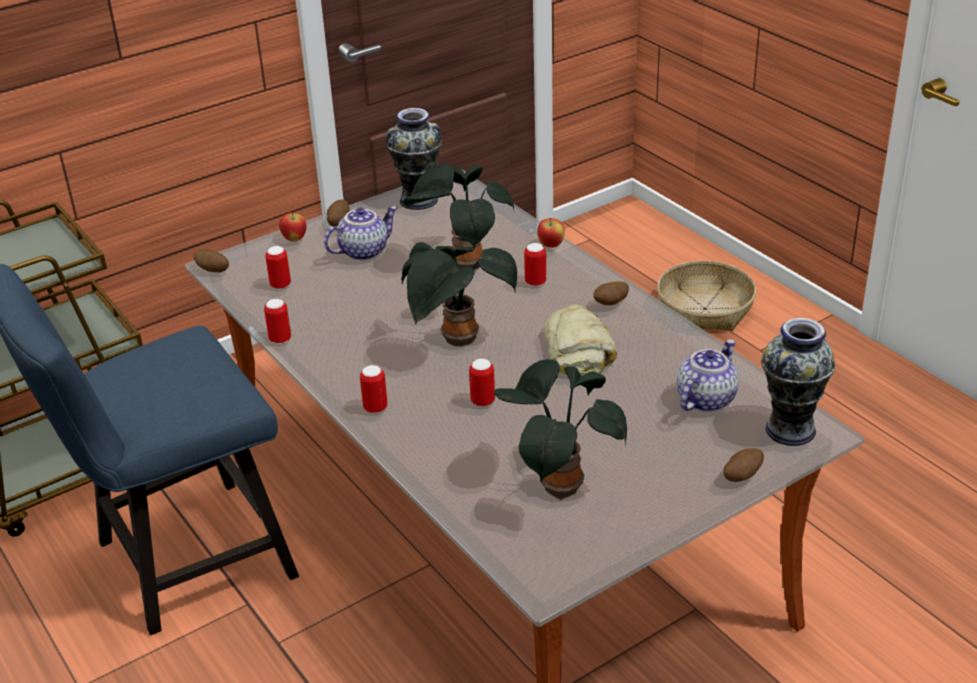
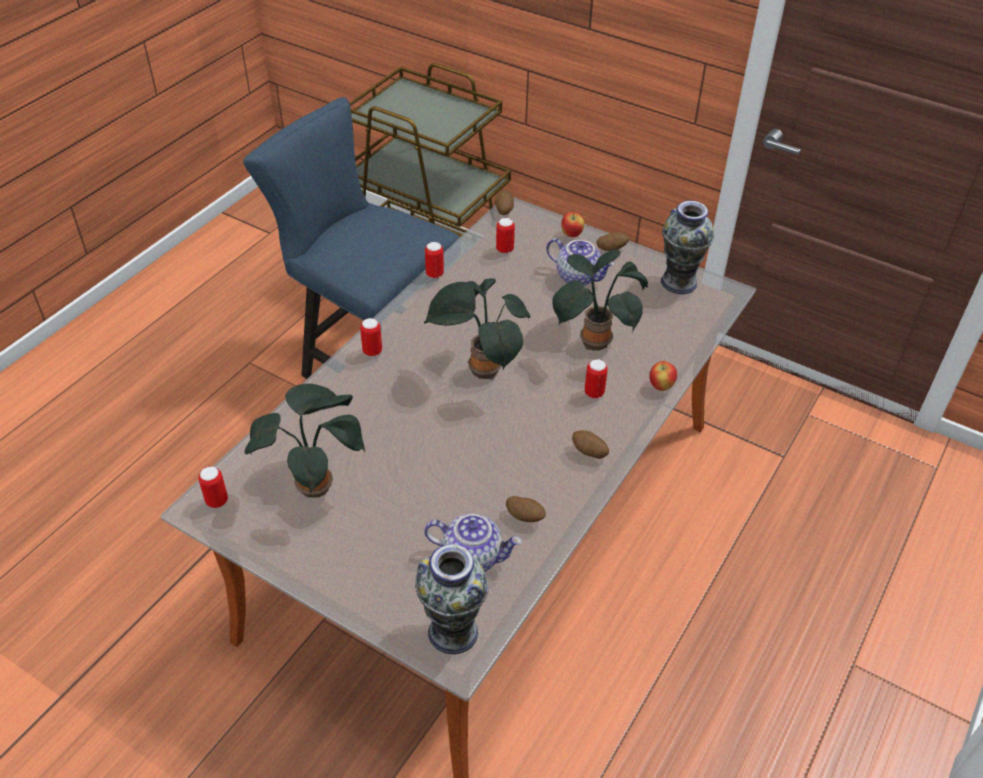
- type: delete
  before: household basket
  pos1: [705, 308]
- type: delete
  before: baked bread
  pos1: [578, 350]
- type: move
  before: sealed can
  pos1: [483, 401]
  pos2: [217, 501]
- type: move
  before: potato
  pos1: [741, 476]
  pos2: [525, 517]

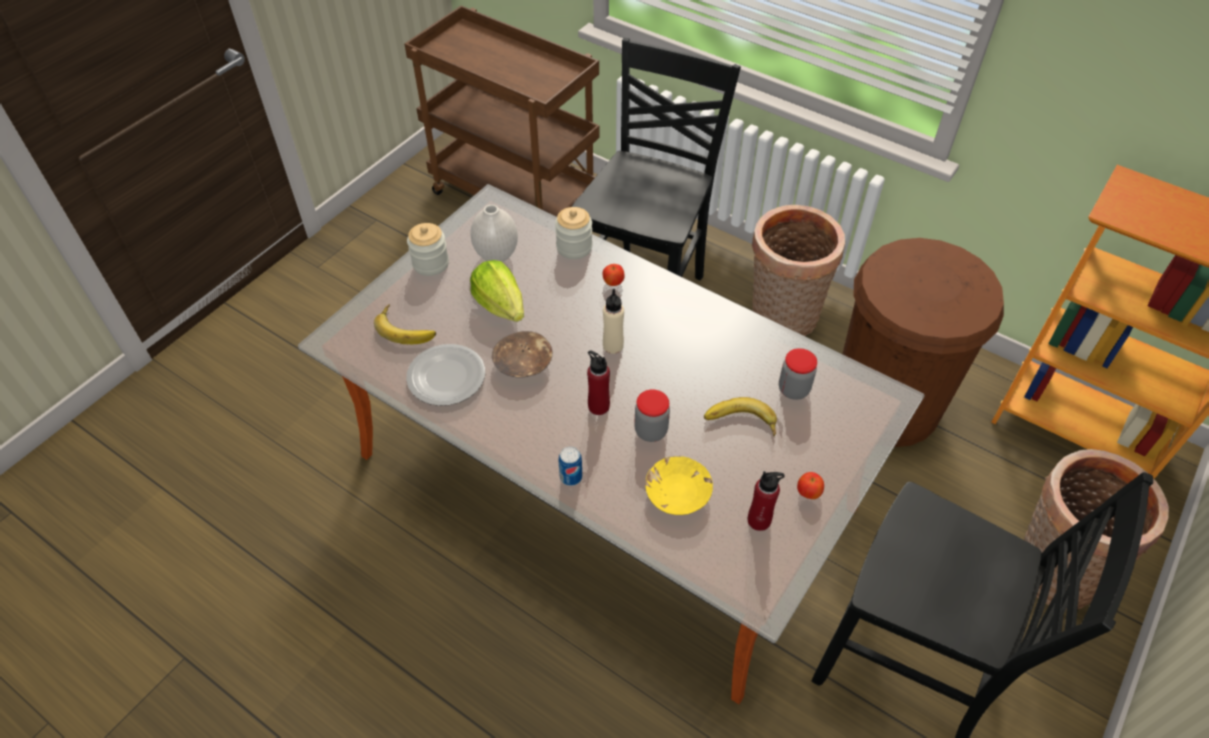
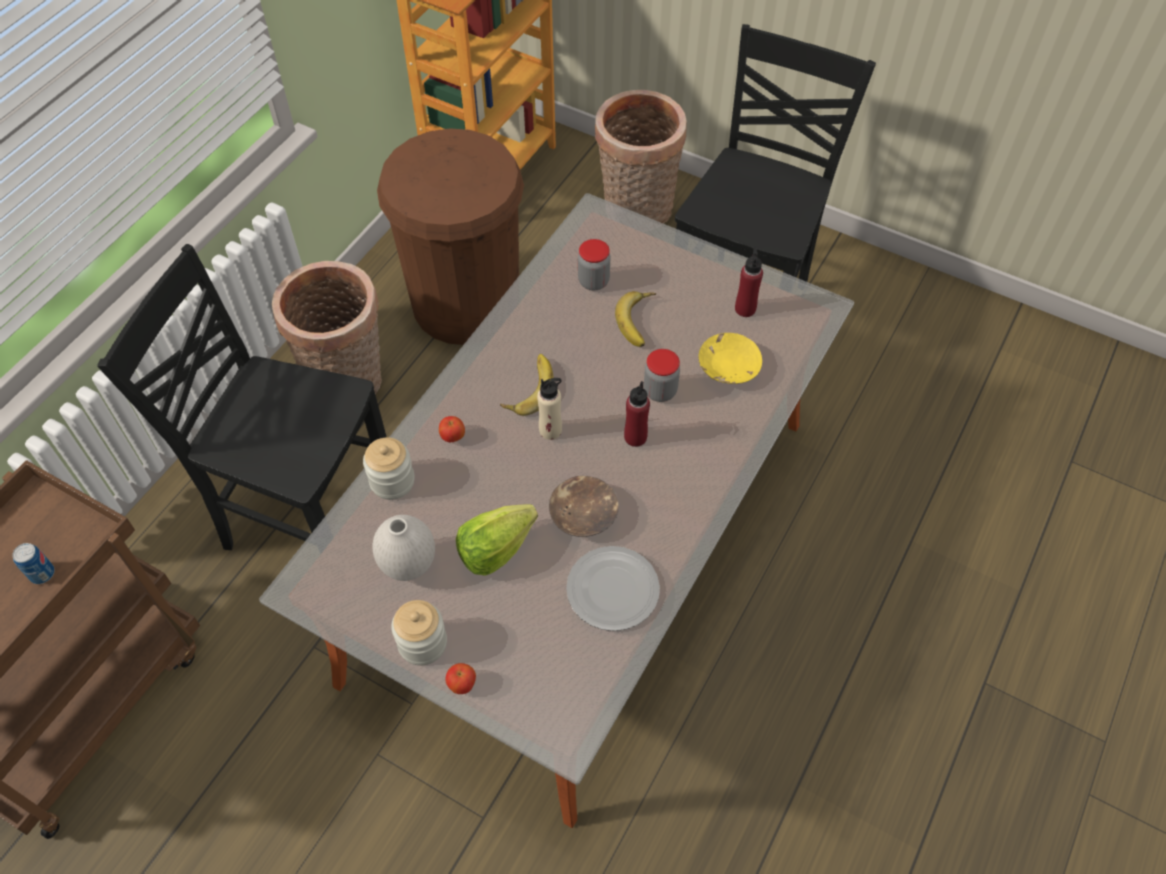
- type: move
  before: whole banana
  pos1: [407, 328]
  pos2: [528, 387]
- type: move
  before: sealed can
  pos1: [571, 477]
  pos2: [42, 573]
- type: move
  before: apple fruit
  pos1: [808, 493]
  pos2: [462, 684]

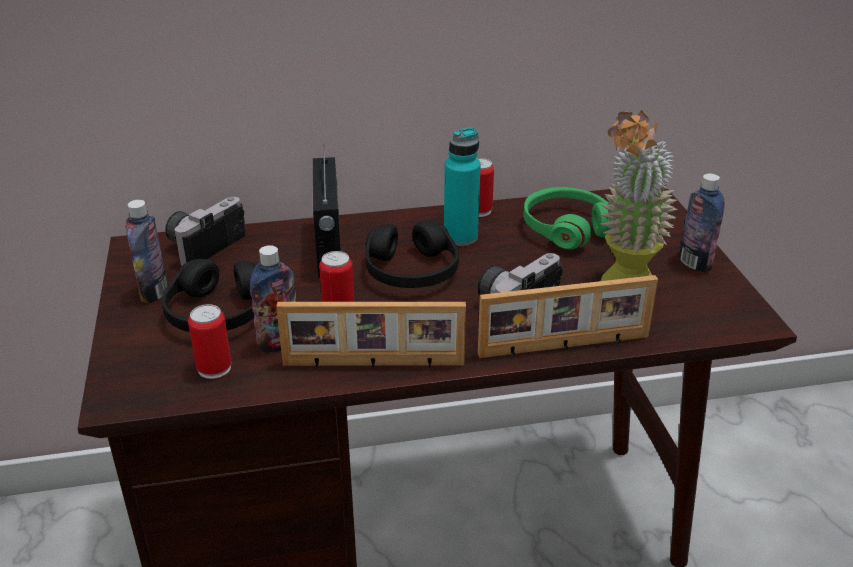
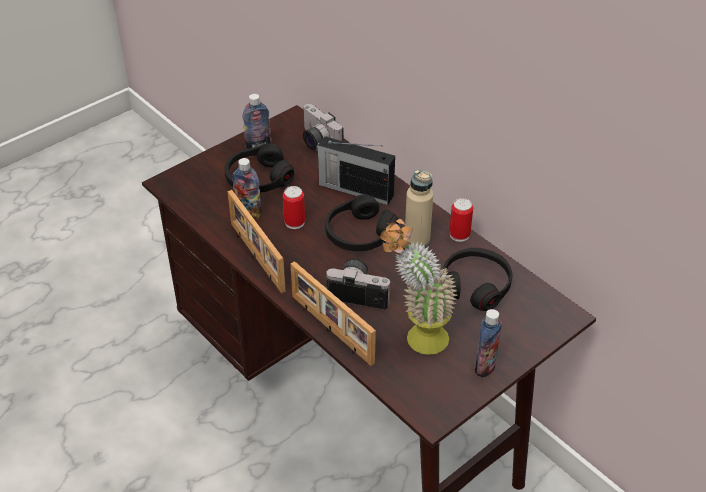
- type: recolor
  before: blue-green beverage bottle
  after: beige beverage bottle
  pos1: [460, 237]
  pos2: [417, 239]
- type: rotate
  before: radio set
  pos1: [328, 248]
  pos2: [354, 189]
  turn: 60
- type: recolor
  before: green headphones
  after: black-coloured headphones
  pos1: [567, 228]
  pos2: [475, 285]
- type: rotate
  before: photo camera
  pos1: [204, 245]
  pos2: [317, 141]
  turn: -135
- type: delete
  before: sealed can
  pos1: [214, 368]

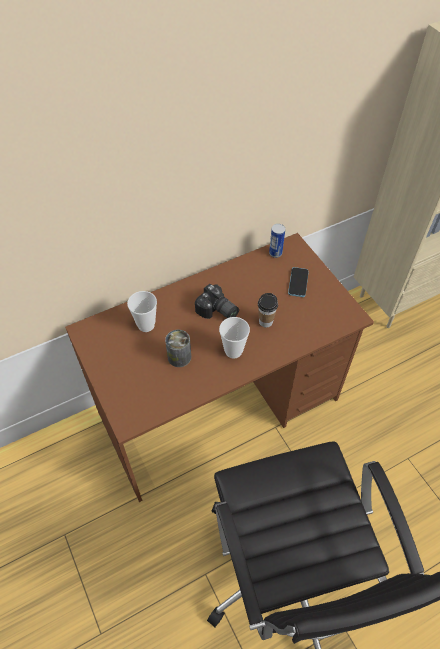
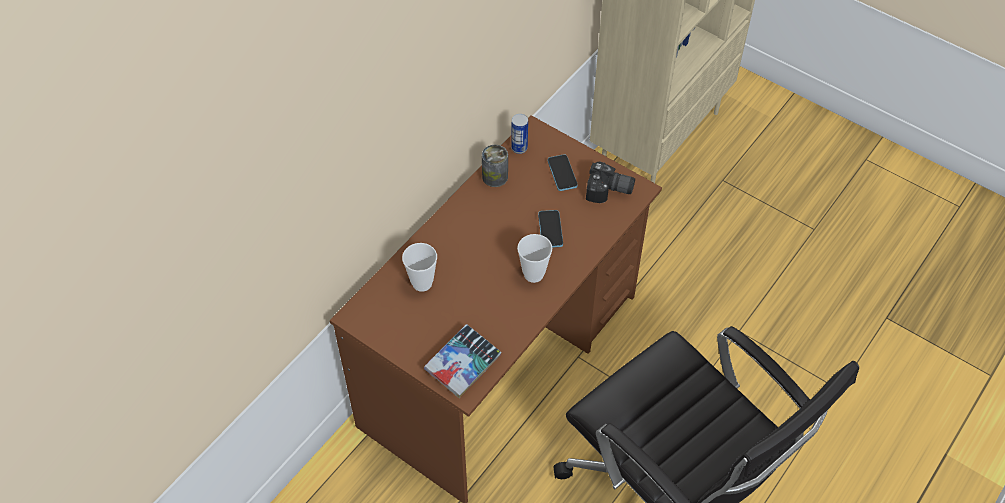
- type: move
  before: photo camera
  pos1: [217, 311]
  pos2: [609, 191]
- type: replace
  before: cup
  after: telephone
  pos1: [265, 321]
  pos2: [550, 230]
- type: move
  before: sealed can
  pos1: [179, 357]
  pos2: [495, 177]
- type: insert
  after: bound book
  pos2: [463, 364]

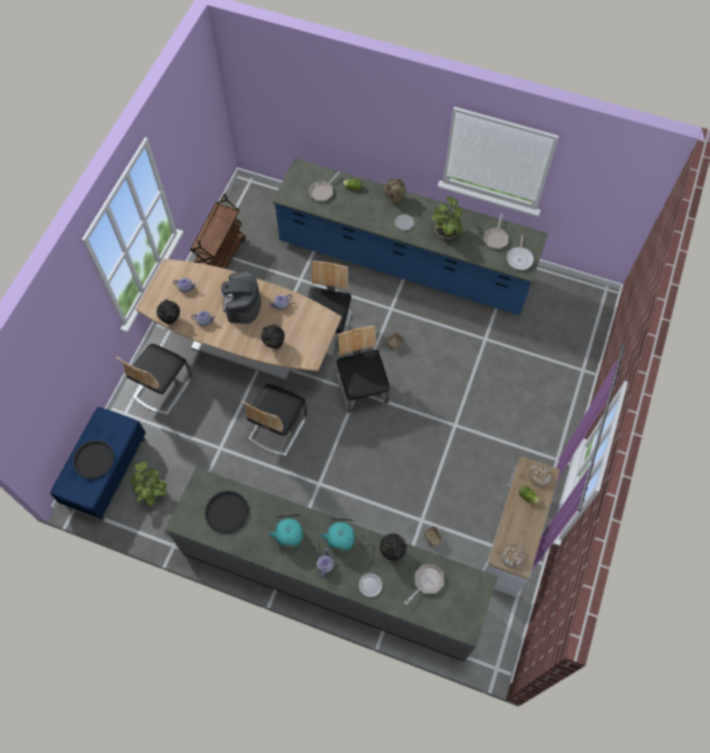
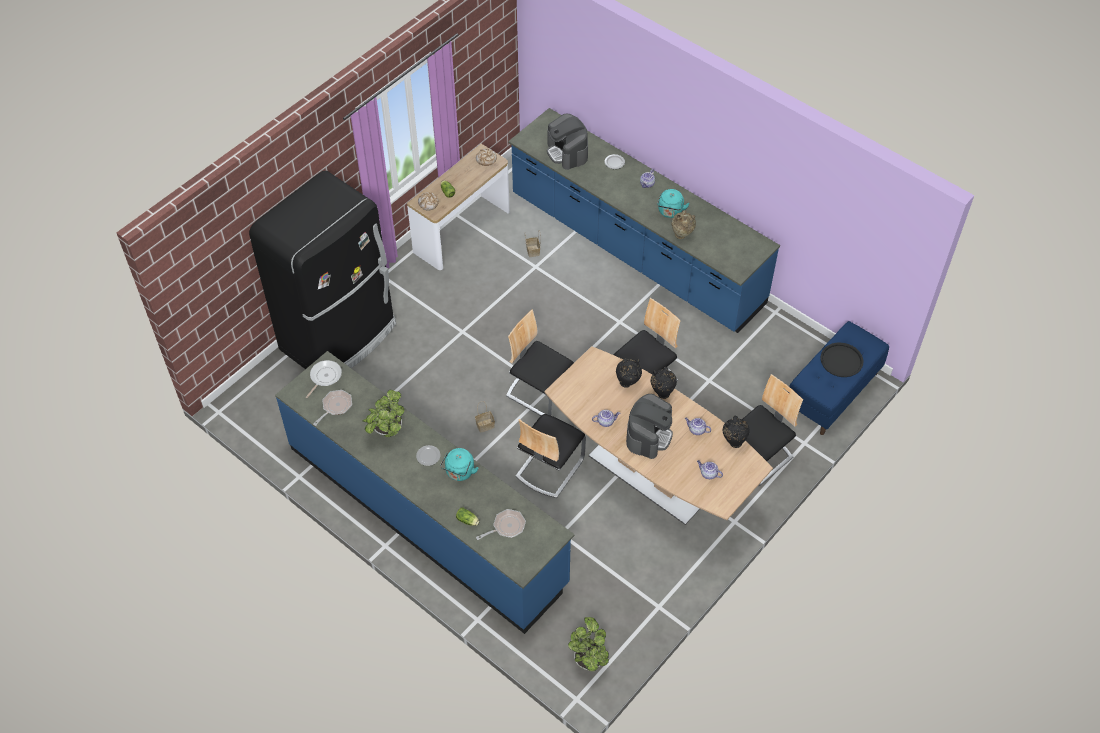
- type: move
  before: beige decorative vase
  pos1: [394, 200]
  pos2: [682, 236]
- type: delete
  before: brown cart
  pos1: [221, 258]
- type: rotate
  before: upright chair
  pos1: [362, 388]
  pos2: [540, 392]
  turn: 120
- type: move
  before: plant in a pot
  pos1: [152, 492]
  pos2: [588, 658]
- type: recolor
  before: grey kitchen base unit
  after: blue kitchen base unit
  pos1: [331, 576]
  pos2: [635, 250]
- type: delete
  before: black-coloured serving tray
  pos1: [227, 512]
- type: move
  before: blue-green water kettle
  pos1: [340, 538]
  pos2: [459, 473]
- type: move
  before: black-coloured decorative vase
  pos1: [392, 552]
  pos2: [662, 393]
- type: replace
  before: skillet
  after: coffee machine
  pos1: [426, 582]
  pos2: [567, 152]
- type: insert
  after: black-coloured refrigerator
  pos2: [340, 337]

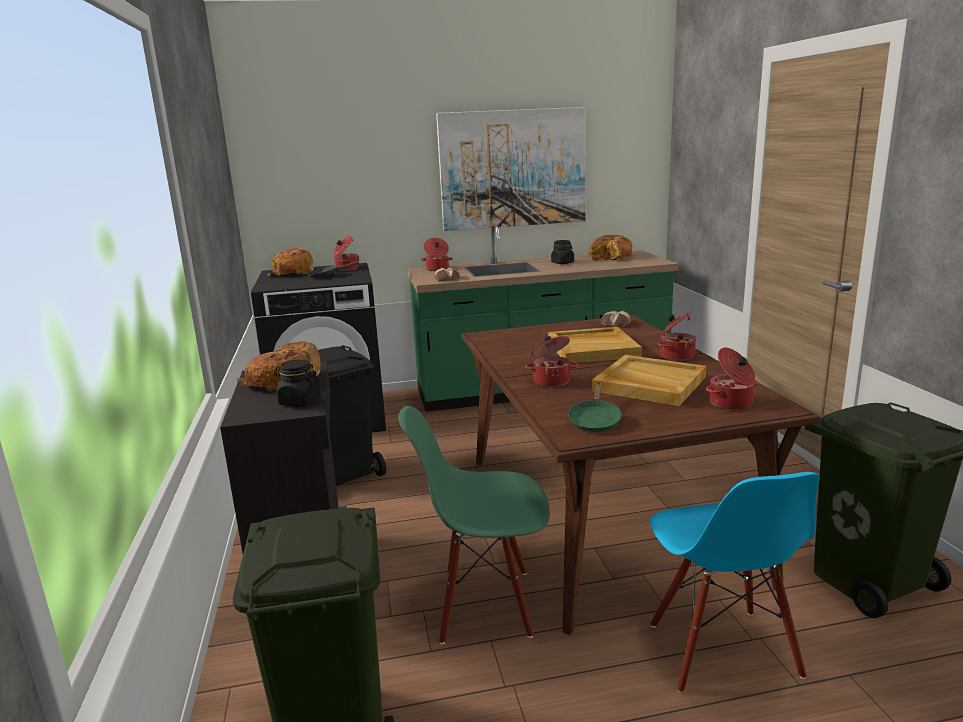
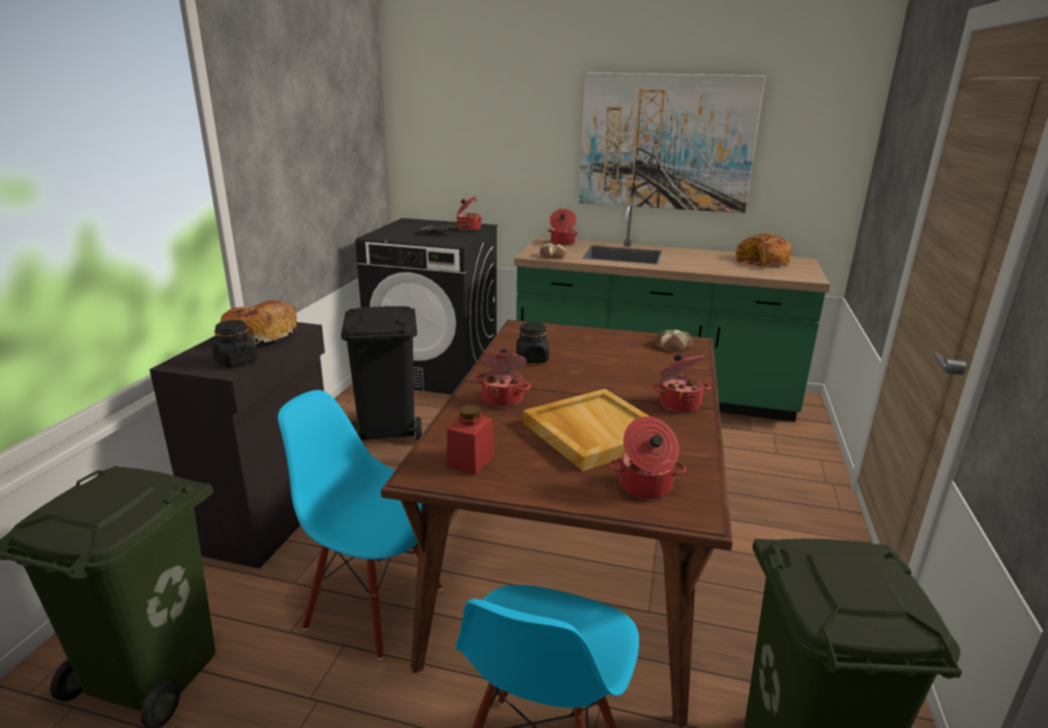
- type: move
  before: black-coloured jar
  pos1: [562, 263]
  pos2: [532, 359]
- type: delete
  before: baked bread
  pos1: [290, 273]
- type: delete
  before: beige serving tray
  pos1: [593, 348]
- type: replace
  before: green skillet
  after: reddish jar
  pos1: [594, 421]
  pos2: [470, 460]
- type: recolor
  before: green upright chair
  after: blue upright chair
  pos1: [485, 604]
  pos2: [376, 606]

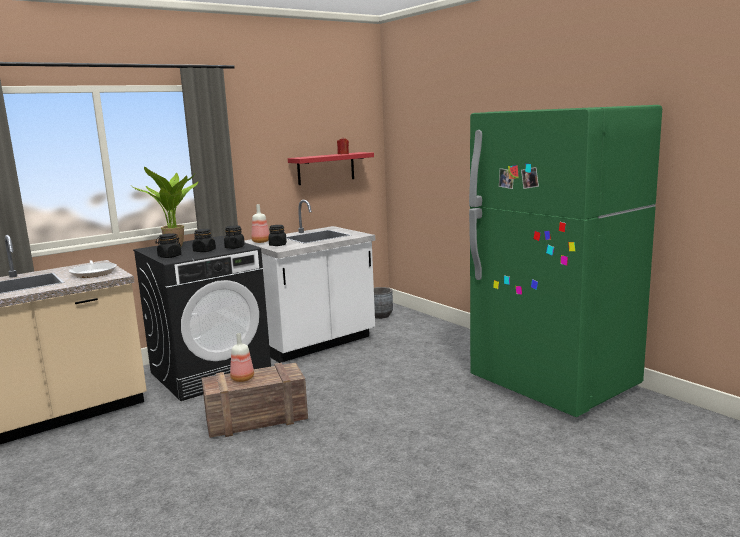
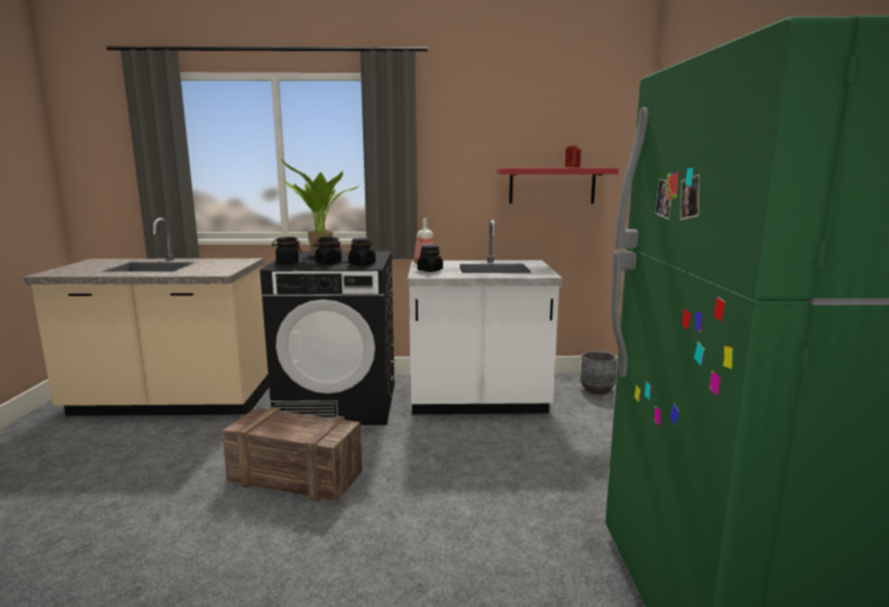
- type: delete
  before: skillet
  pos1: [94, 273]
- type: delete
  before: beverage bottle
  pos1: [242, 379]

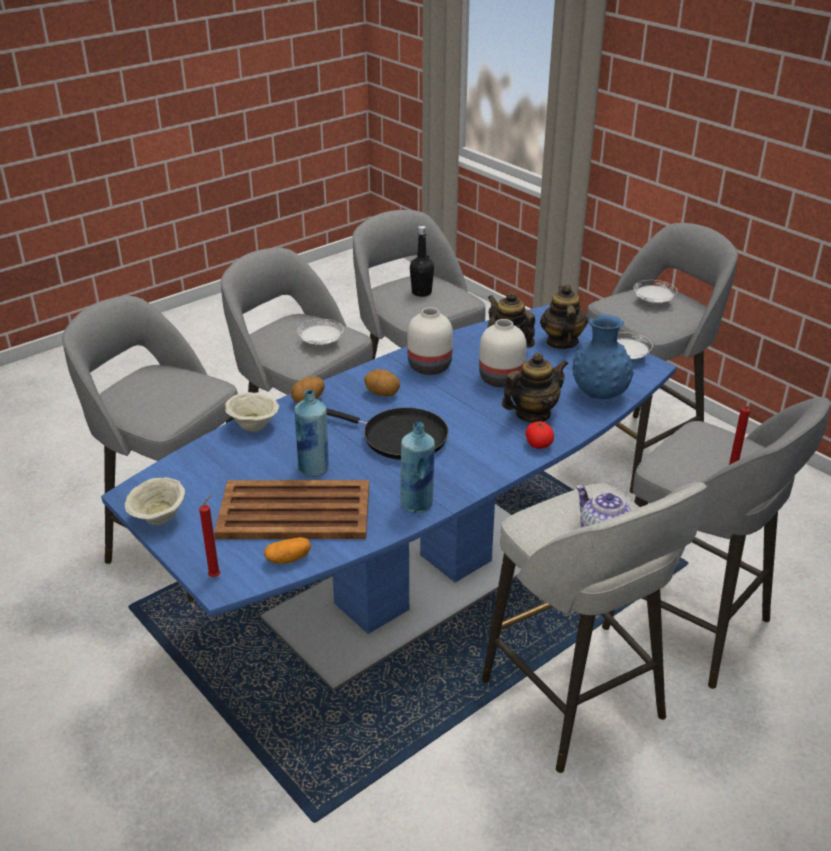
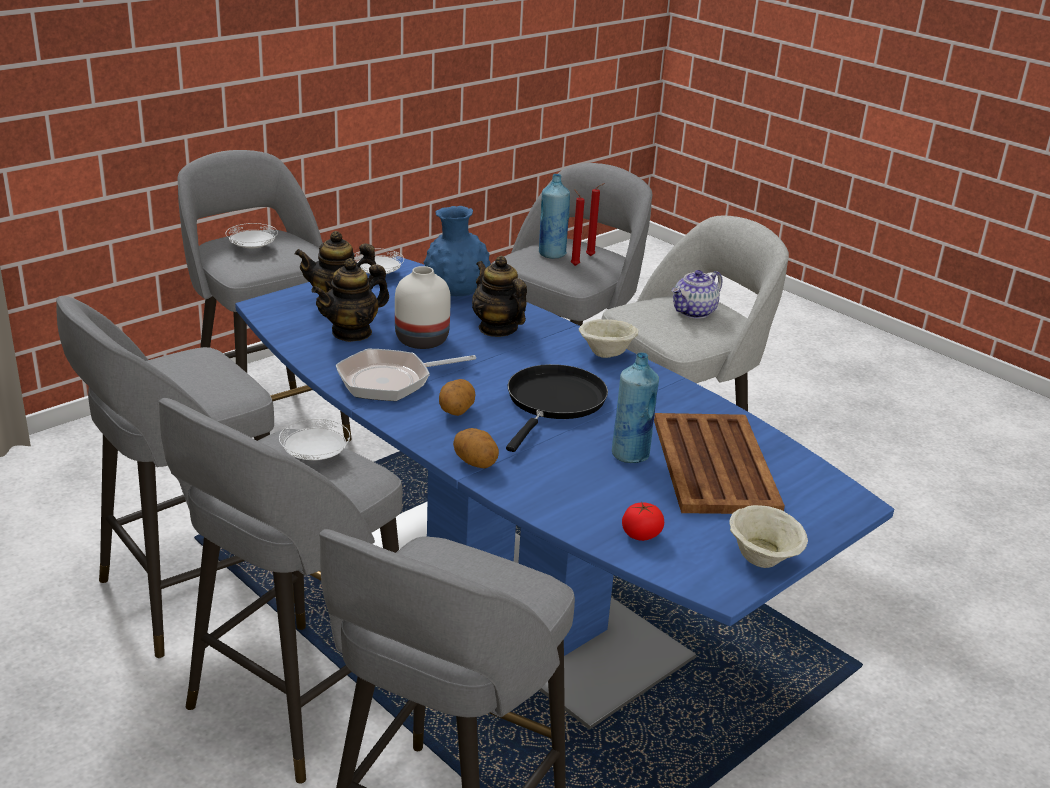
- type: delete
  before: black-coloured beverage bottle
  pos1: [421, 292]
- type: replace
  before: white decorative vase
  after: skillet
  pos1: [429, 367]
  pos2: [391, 381]
- type: move
  before: beige deep dish
  pos1: [253, 426]
  pos2: [605, 354]
- type: move
  before: whole tomato
  pos1: [538, 445]
  pos2: [641, 535]
- type: move
  before: blue beverage bottle
  pos1: [417, 504]
  pos2: [552, 254]
- type: move
  before: reddish candle
  pos1: [216, 576]
  pos2: [573, 265]
- type: delete
  before: potato
  pos1: [288, 559]

